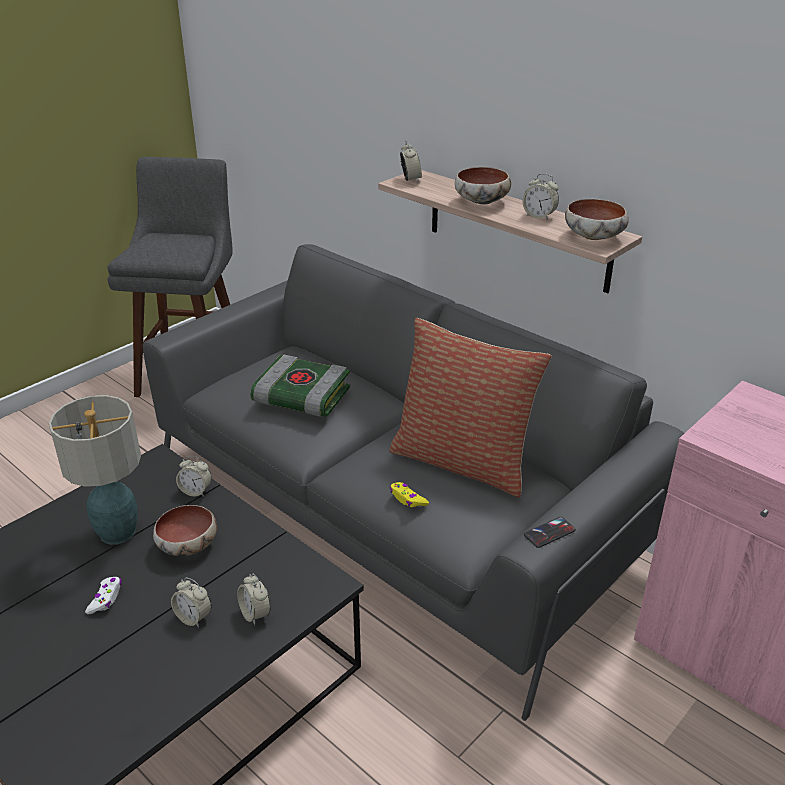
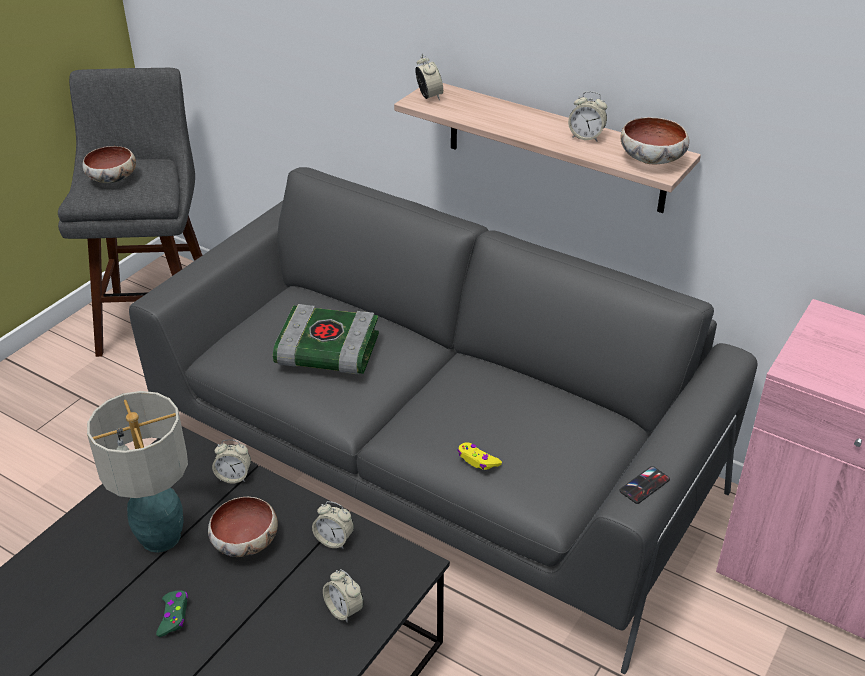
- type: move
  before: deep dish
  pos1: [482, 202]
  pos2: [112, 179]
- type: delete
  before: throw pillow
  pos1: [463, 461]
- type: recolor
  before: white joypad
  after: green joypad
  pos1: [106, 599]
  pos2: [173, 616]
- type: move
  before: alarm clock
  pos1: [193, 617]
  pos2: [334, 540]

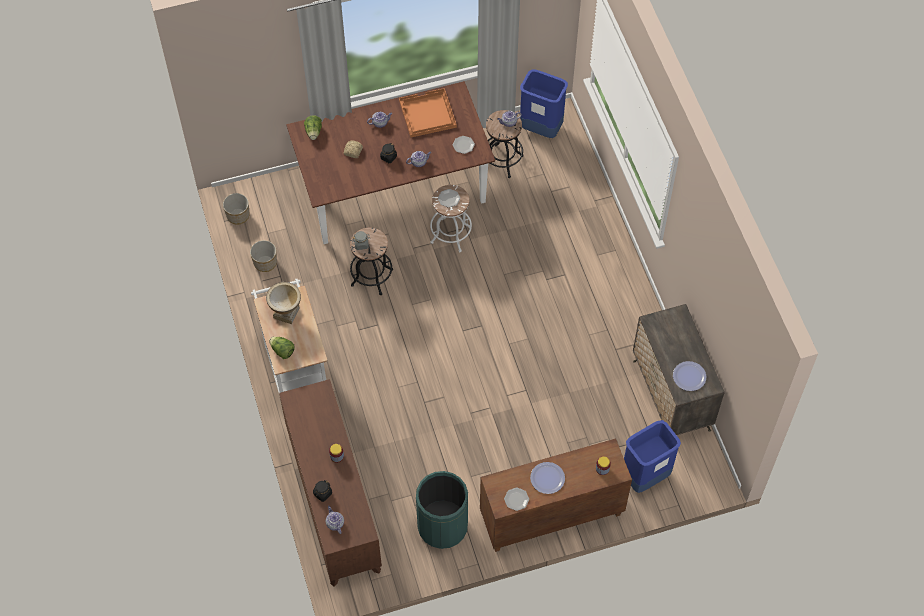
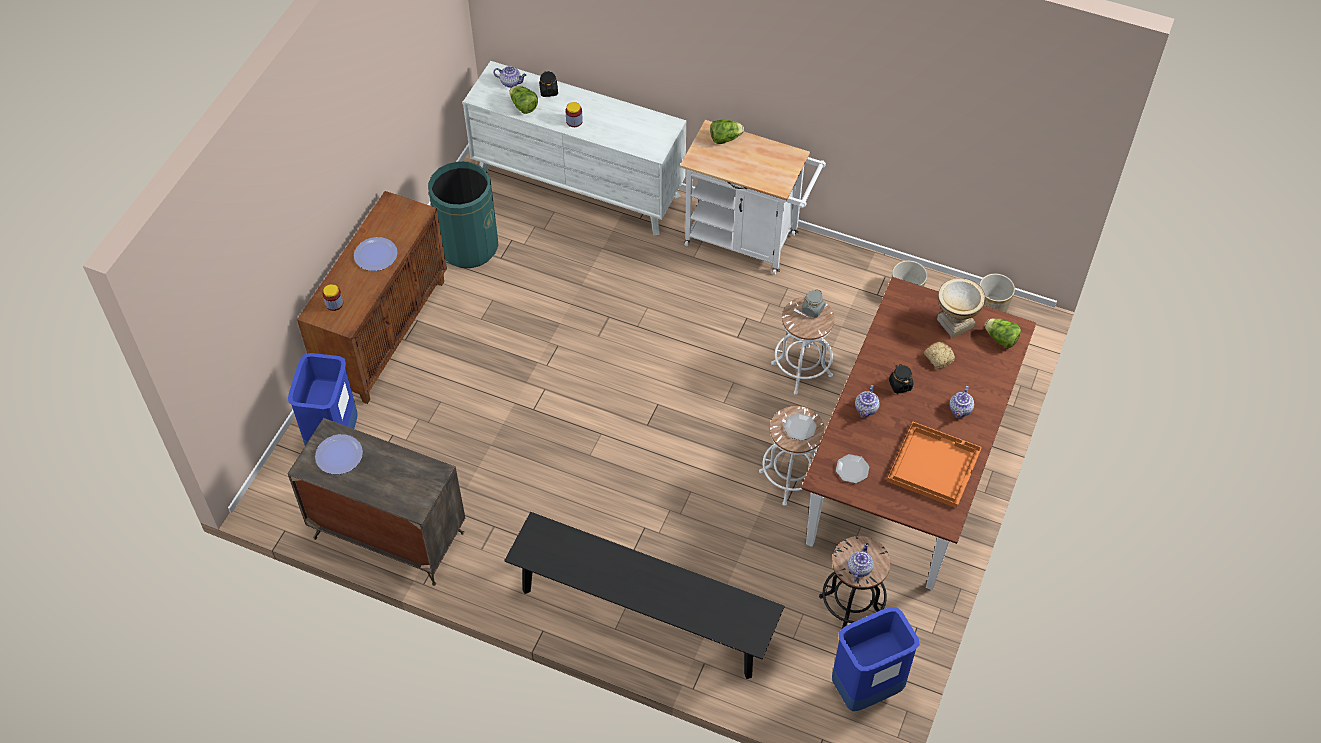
- type: recolor
  before: black-coloured stool
  after: white stool
  pos1: [372, 277]
  pos2: [801, 369]
- type: move
  before: decorative vase
  pos1: [286, 313]
  pos2: [955, 323]
- type: recolor
  before: brown dresser
  after: white dresser
  pos1: [333, 502]
  pos2: [579, 185]
- type: delete
  before: dinner plate
  pos1: [516, 499]
- type: insert
  after: lettuce head
  pos2: [523, 106]
- type: insert
  after: black-coloured indoor bench
  pos2: [643, 615]

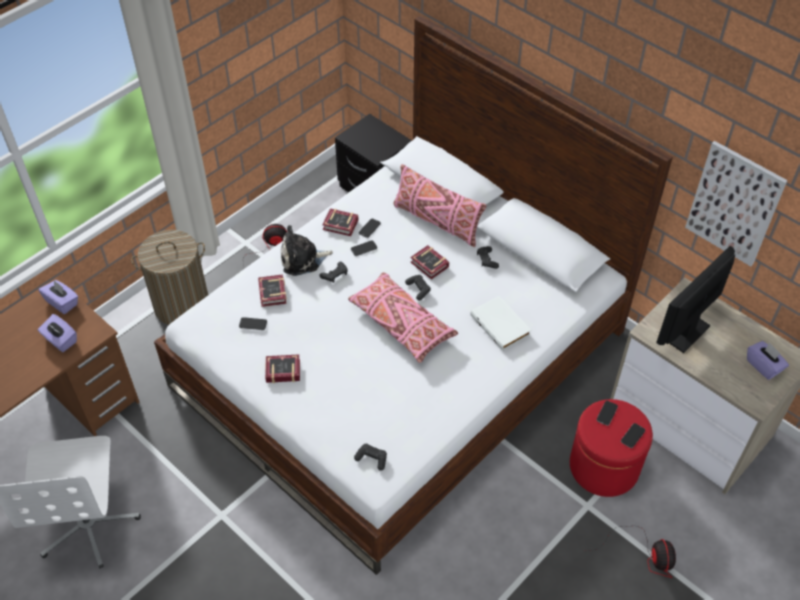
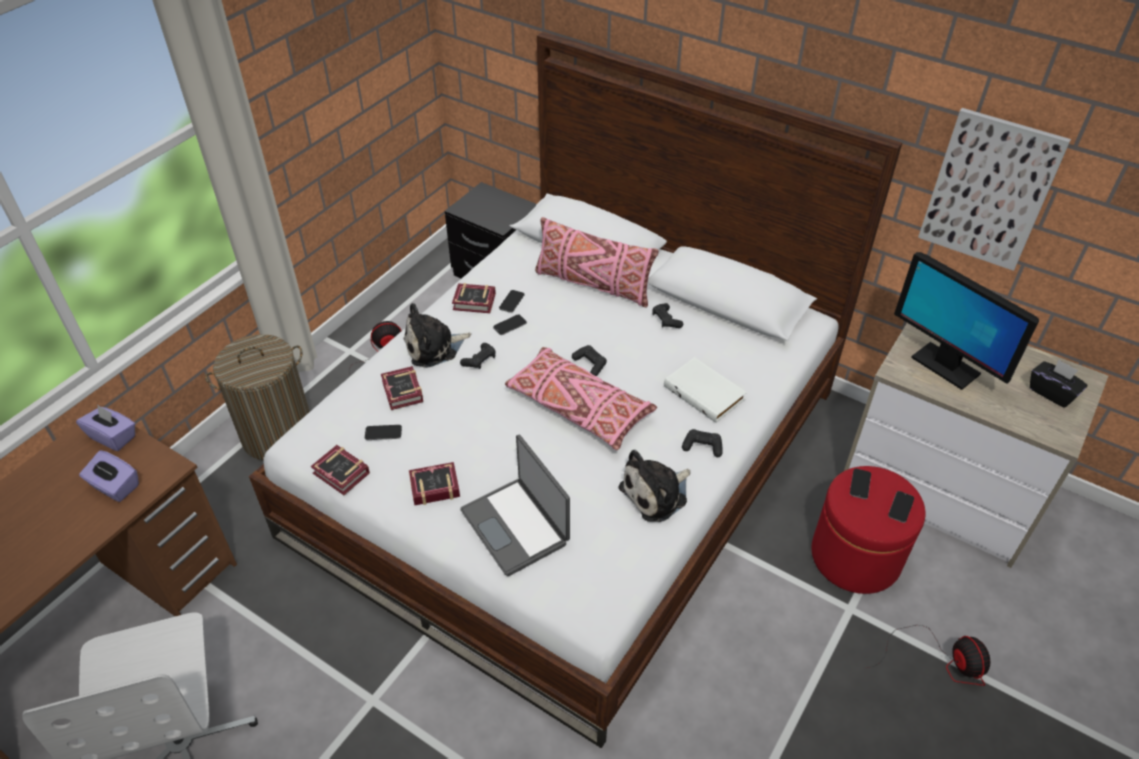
- type: move
  before: bound book
  pos1: [430, 266]
  pos2: [342, 475]
- type: rotate
  before: monitor
  pos1: [686, 332]
  pos2: [944, 365]
  turn: -75
- type: recolor
  before: purple-coloured tissue box
  after: black-coloured tissue box
  pos1: [764, 366]
  pos2: [1052, 392]
- type: move
  before: black-coloured joypad
  pos1: [372, 459]
  pos2: [702, 447]
- type: insert
  after: portable computer
  pos2: [516, 526]
- type: insert
  after: plush toy
  pos2: [657, 493]

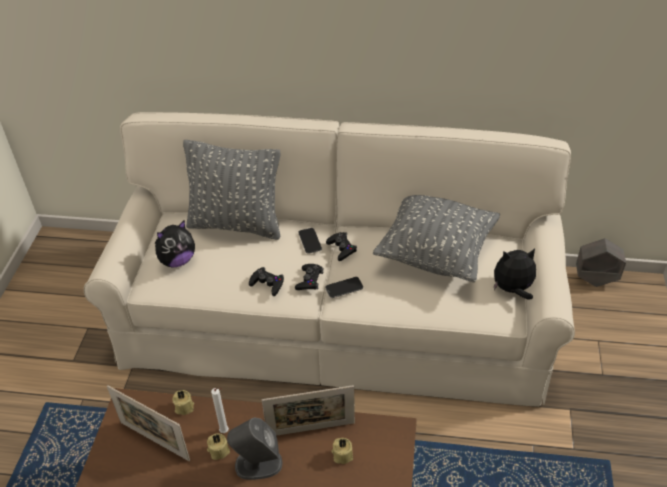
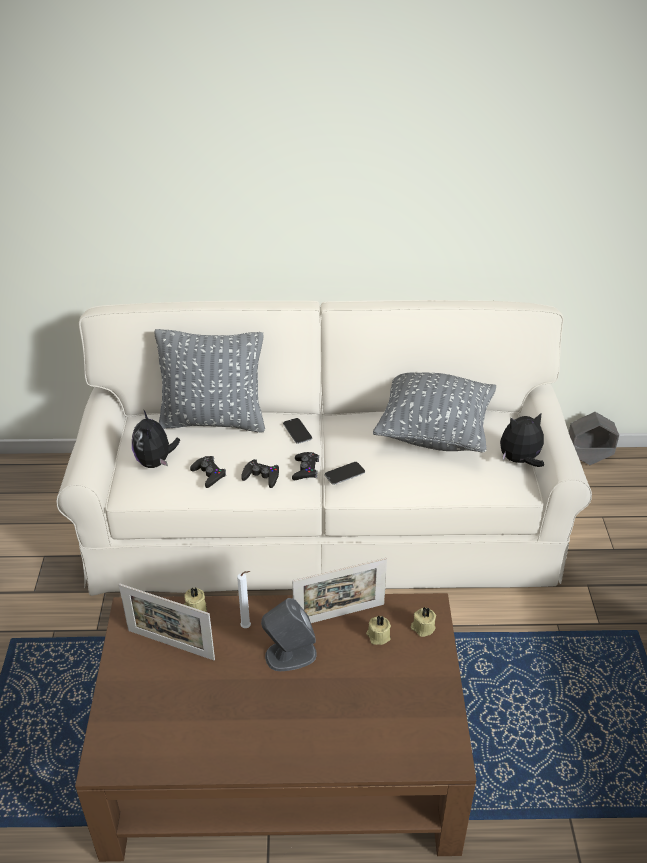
- type: rotate
  before: plush toy
  pos1: [177, 260]
  pos2: [156, 462]
  turn: 120
- type: move
  before: black-coloured joypad
  pos1: [341, 248]
  pos2: [209, 474]
- type: move
  before: beige candle
  pos1: [218, 450]
  pos2: [422, 628]

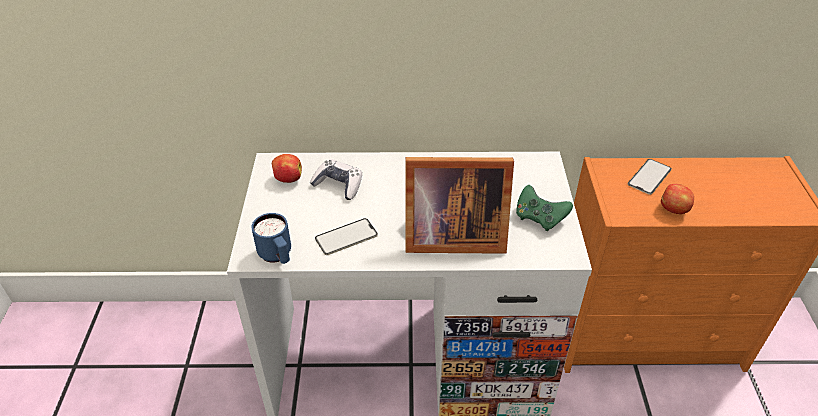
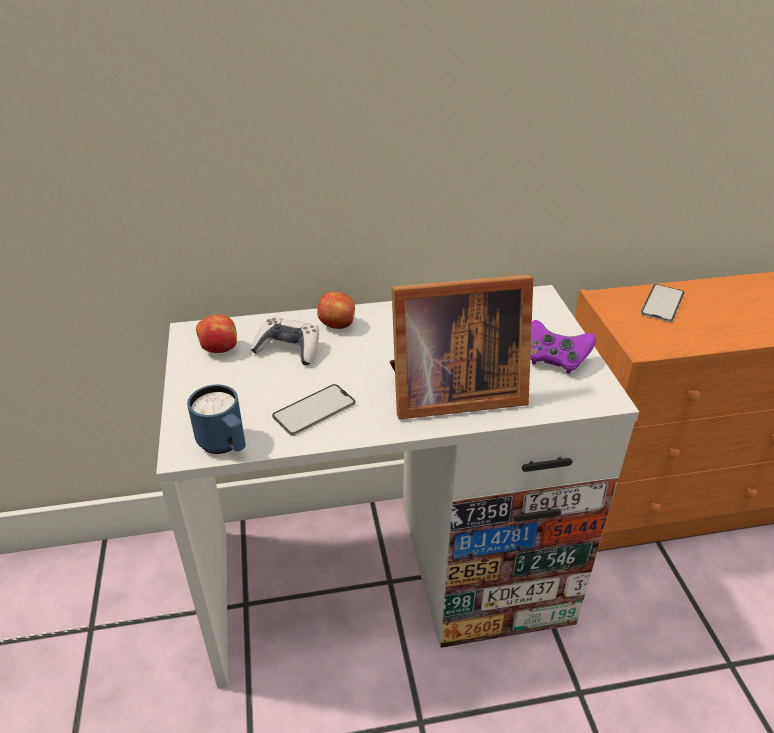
- type: move
  before: apple fruit
  pos1: [674, 209]
  pos2: [338, 325]
- type: recolor
  before: green joypad
  after: purple-coloured joypad
  pos1: [539, 218]
  pos2: [554, 360]

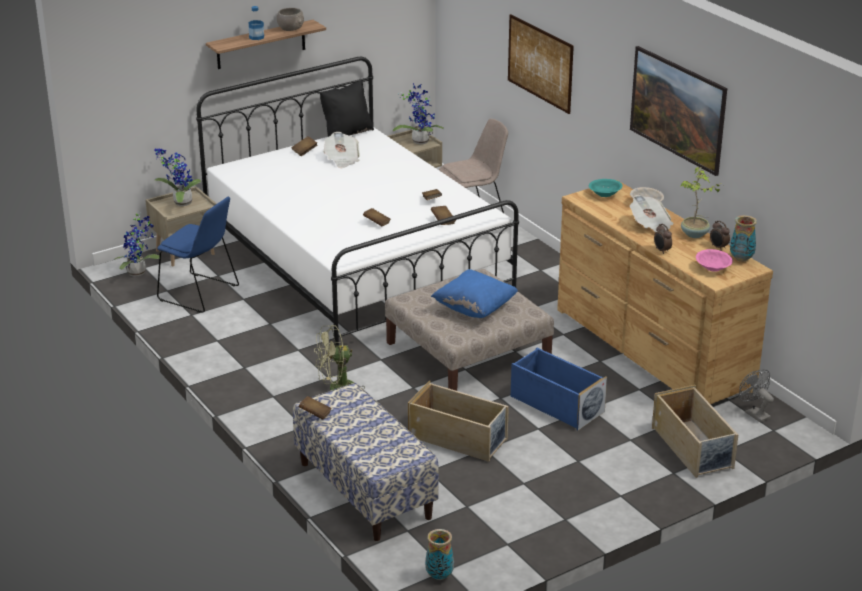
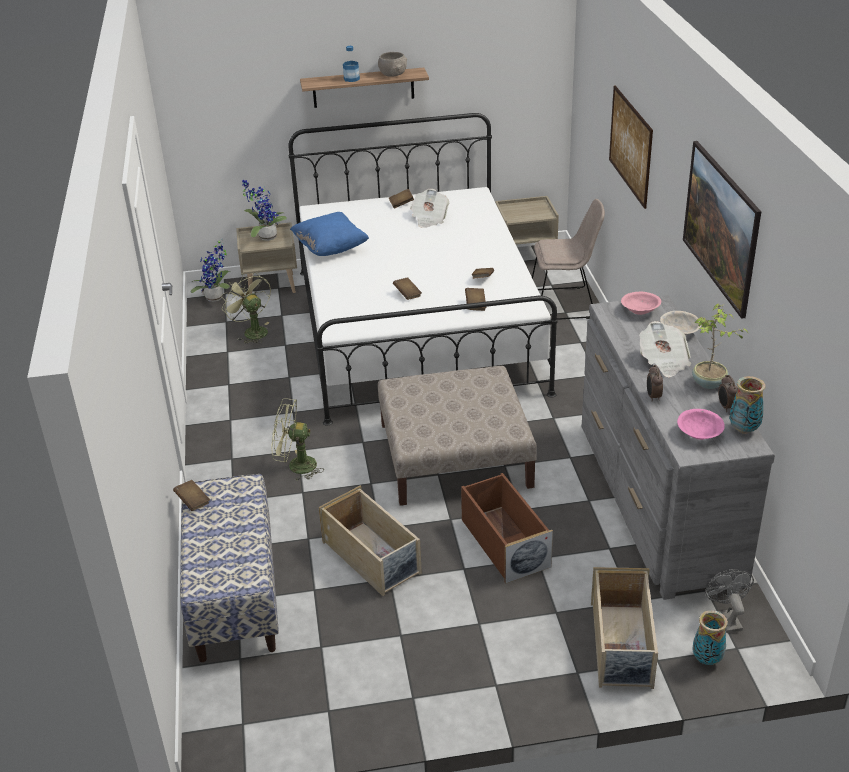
- type: delete
  before: black-coloured throw pillow
  pos1: [346, 134]
- type: delete
  before: plant in a pot
  pos1: [419, 140]
- type: recolor
  before: blue-green deep dish
  after: pink-coloured deep dish
  pos1: [605, 194]
  pos2: [640, 311]
- type: recolor
  before: brown dresser
  after: grey dresser
  pos1: [652, 349]
  pos2: [657, 500]
- type: replace
  before: blue upright chair
  after: green electric fan
  pos1: [200, 294]
  pos2: [252, 331]
- type: move
  before: blue throw pillow
  pos1: [474, 308]
  pos2: [330, 248]
- type: recolor
  before: blue storage bin
  after: brown storage bin
  pos1: [556, 404]
  pos2: [504, 543]
- type: move
  before: decorative vase
  pos1: [439, 576]
  pos2: [706, 659]

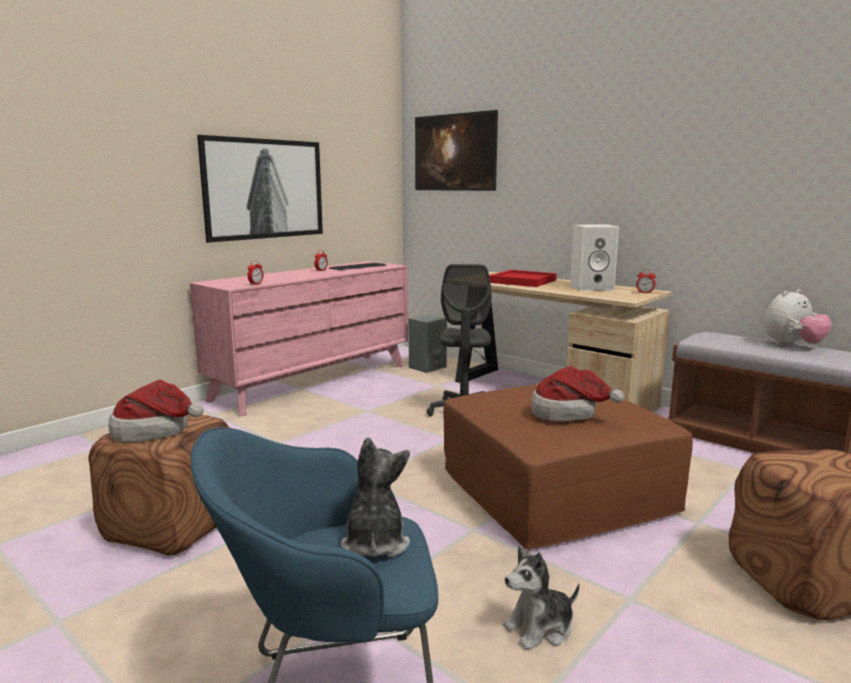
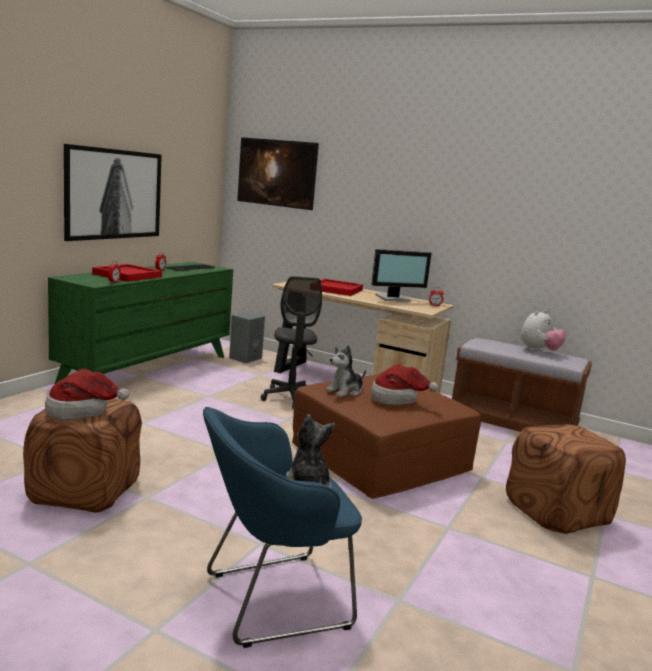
- type: replace
  before: white audio speaker
  after: monitor
  pos1: [592, 287]
  pos2: [394, 298]
- type: recolor
  before: pink-coloured dresser
  after: green dresser
  pos1: [313, 382]
  pos2: [148, 369]
- type: move
  before: plush toy
  pos1: [540, 628]
  pos2: [345, 391]
- type: insert
  after: reddish serving tray
  pos2: [127, 275]

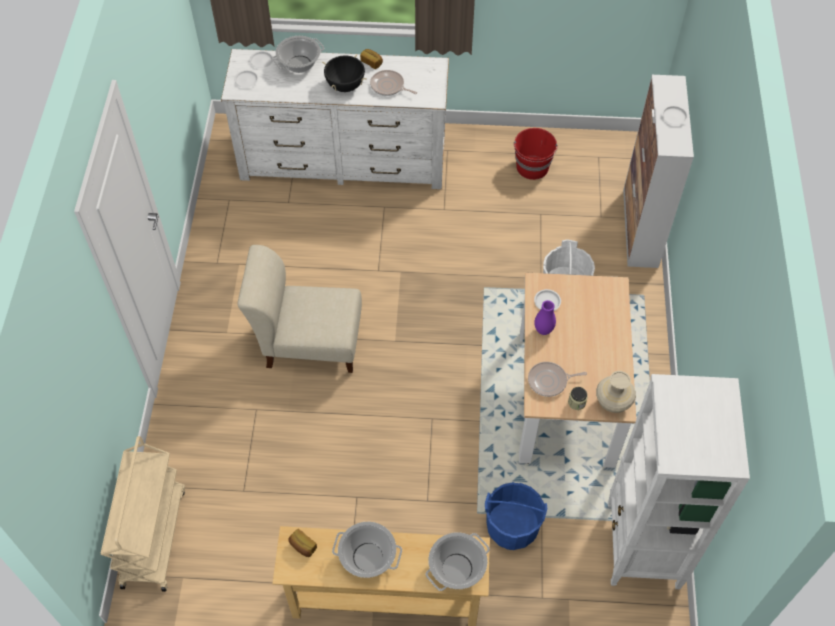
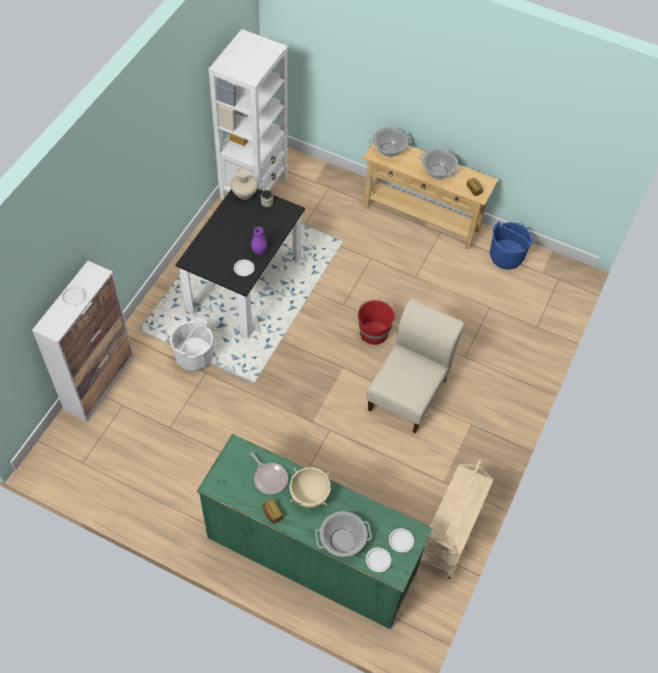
- type: recolor
  before: white dresser
  after: green dresser
  pos1: [343, 160]
  pos2: [311, 554]
- type: recolor
  before: black-coloured cooking pot
  after: beige cooking pot
  pos1: [345, 86]
  pos2: [309, 495]
- type: move
  before: reddish bucket
  pos1: [532, 167]
  pos2: [374, 332]
- type: rotate
  before: beige upright chair
  pos1: [308, 342]
  pos2: [409, 392]
  turn: -90
- type: recolor
  before: beige dinner table
  after: black-coloured dinner table
  pos1: [565, 397]
  pos2: [244, 284]
- type: delete
  before: skillet
  pos1: [549, 381]
- type: move
  before: beige cart
  pos1: [153, 536]
  pos2: [450, 535]
- type: move
  before: blue bucket
  pos1: [512, 527]
  pos2: [506, 257]

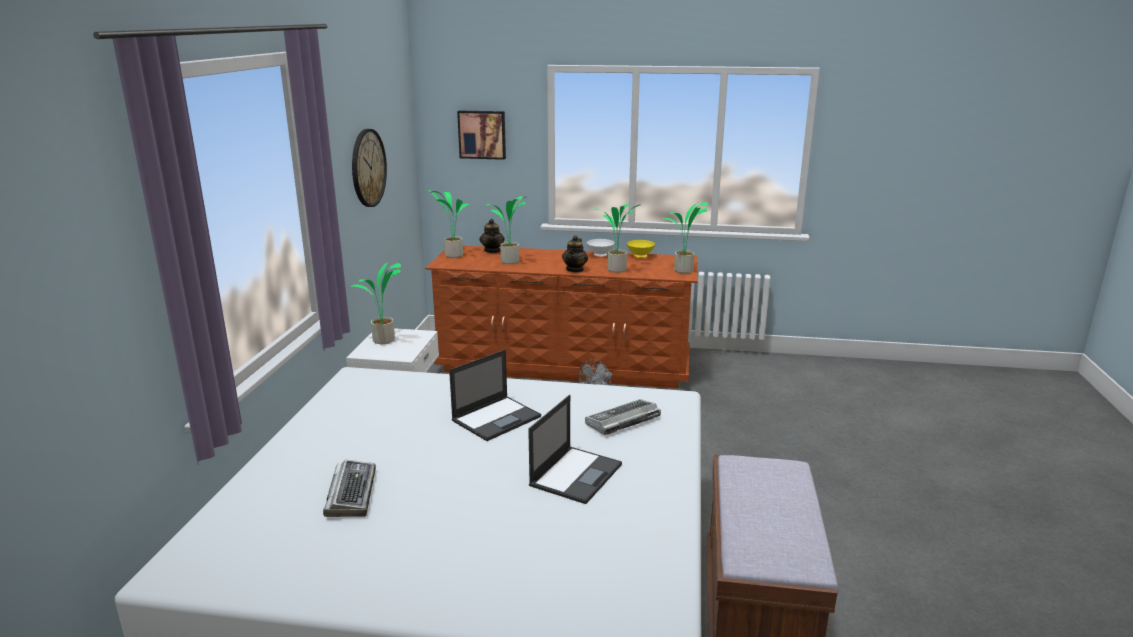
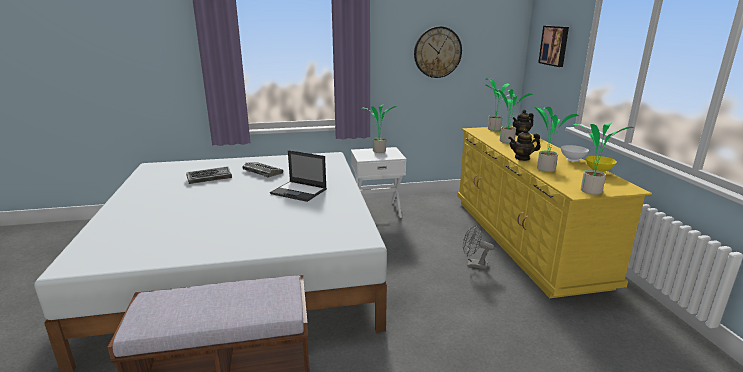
- type: recolor
  before: brown dresser
  after: yellow-coloured dresser
  pos1: [564, 365]
  pos2: [523, 239]
- type: delete
  before: portable computer
  pos1: [576, 474]
- type: move
  before: keyboard
  pos1: [622, 422]
  pos2: [262, 172]

